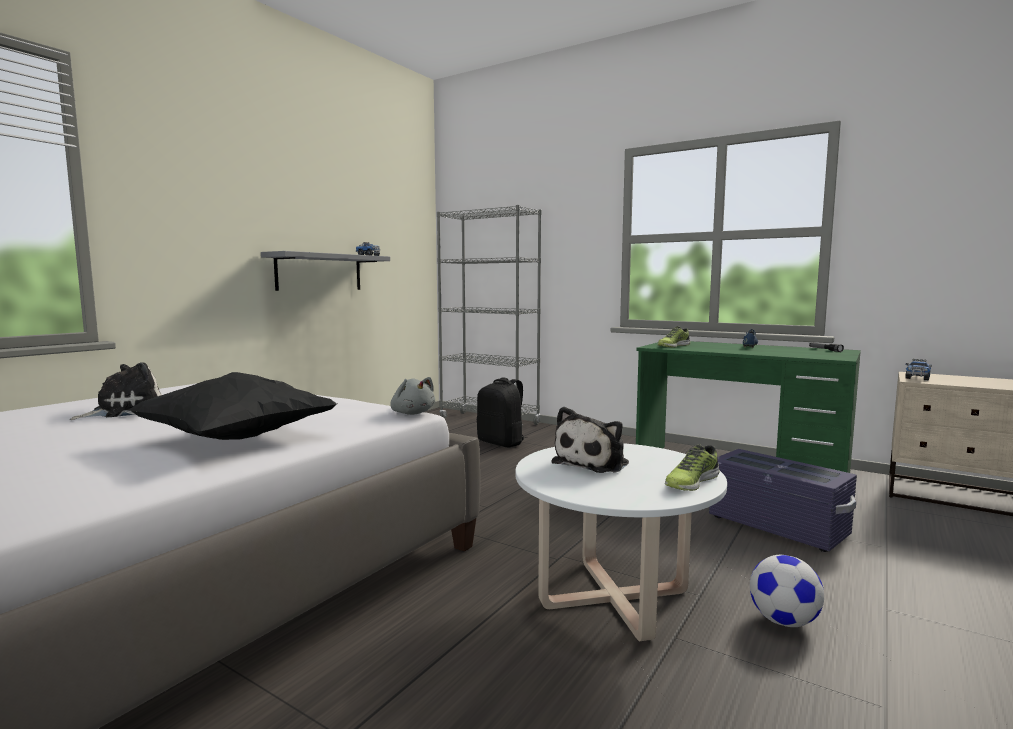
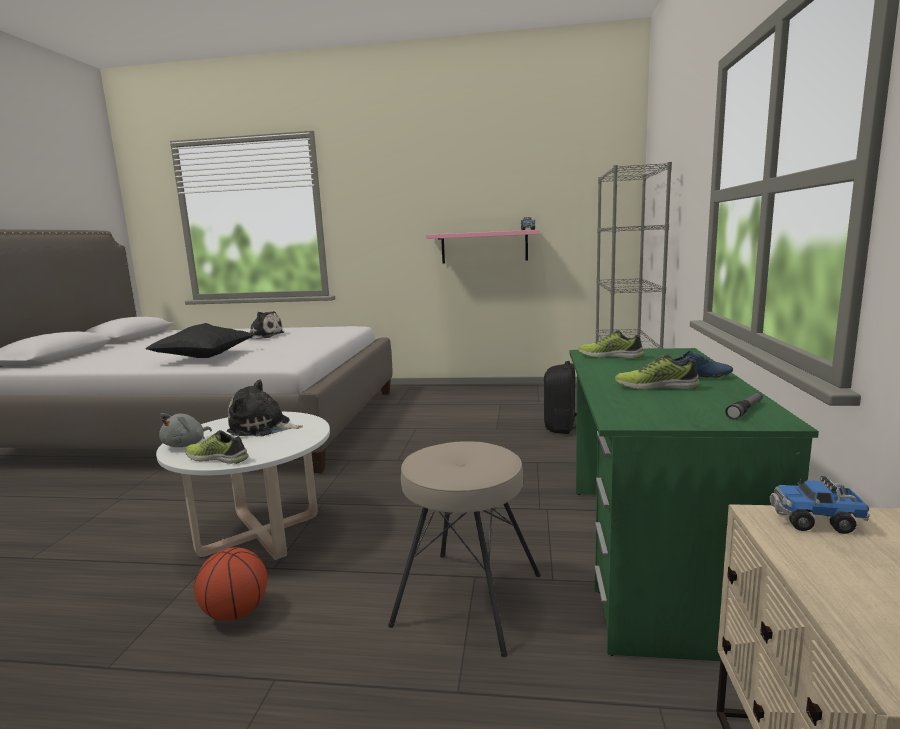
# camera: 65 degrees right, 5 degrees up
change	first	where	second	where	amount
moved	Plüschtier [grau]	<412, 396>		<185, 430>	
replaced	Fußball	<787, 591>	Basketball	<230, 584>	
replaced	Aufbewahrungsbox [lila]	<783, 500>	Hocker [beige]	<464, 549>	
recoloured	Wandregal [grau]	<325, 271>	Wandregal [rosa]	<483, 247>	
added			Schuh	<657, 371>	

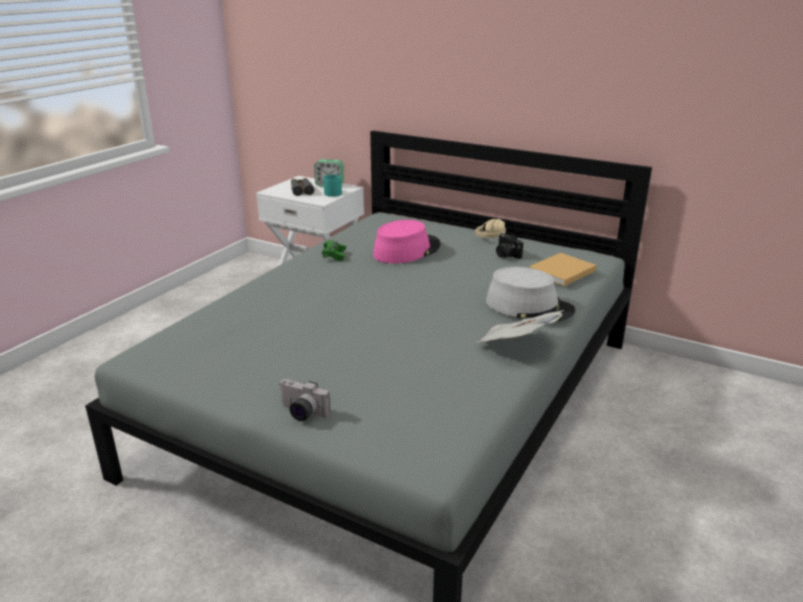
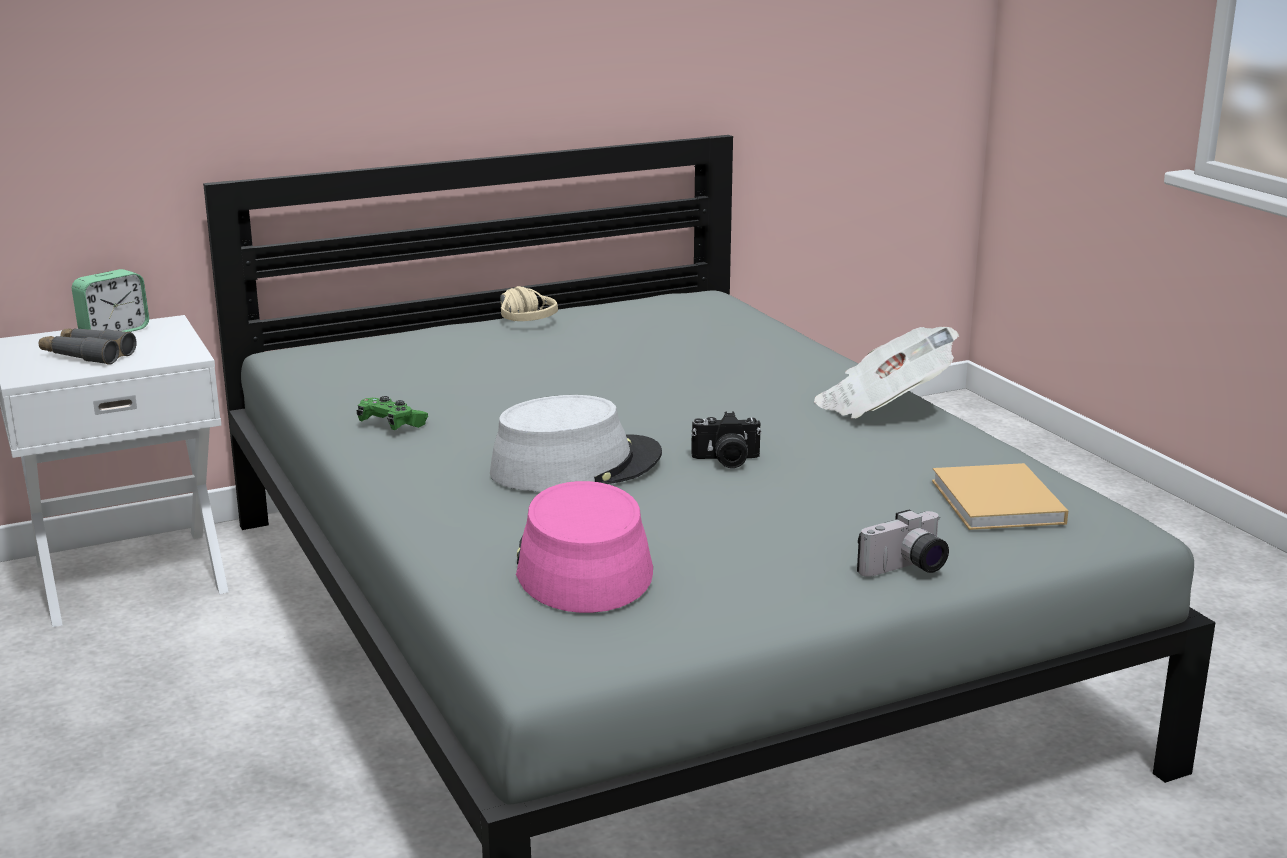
# camera: 55 degrees left, 5 degrees down
change	first	where	second	where	amount
moved	Hut [grau]	<530, 294>		<576, 443>	
moved	Hut [rosa]	<406, 241>		<584, 547>	
moved	Kamera	<509, 246>		<726, 439>	
moved	Buch [beige]	<563, 269>		<1000, 496>	
removed	Henkelbecher [türkis]	<332, 186>			

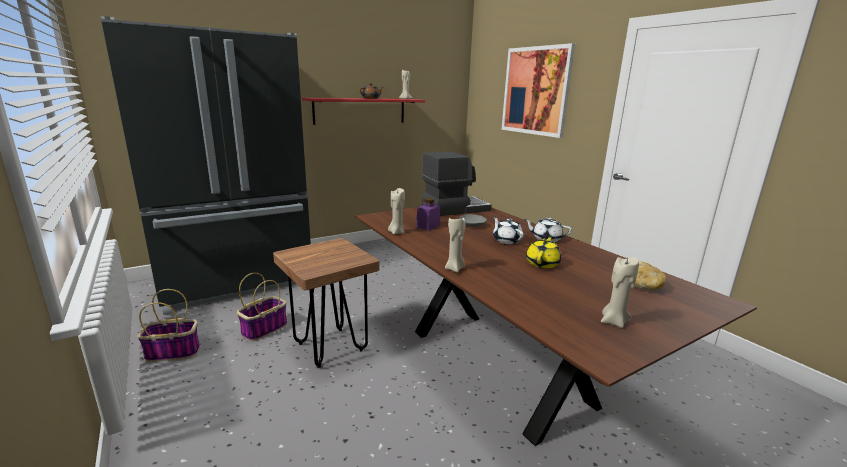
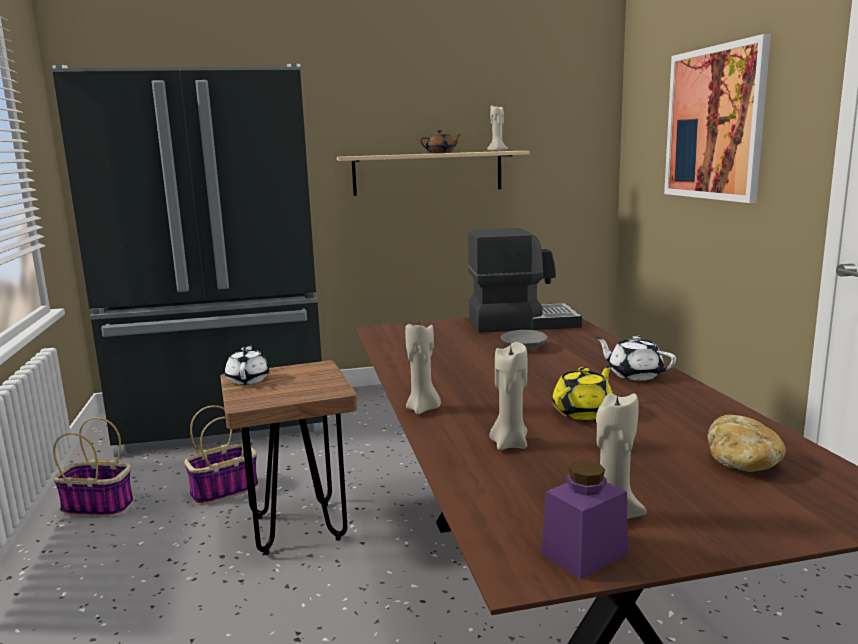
# camera: 20 degrees right, 5 degrees down
change	first	where	second	where	amount
moved	Teekanne [weiß]	<508, 230>		<247, 365>	
recoloured	Wandregal [rot]	<363, 111>	Wandregal [beige]	<433, 173>	
moved	Kerze [beige]	<396, 211>		<508, 396>	
moved	Vorratsglas [lila]	<428, 214>		<584, 519>	

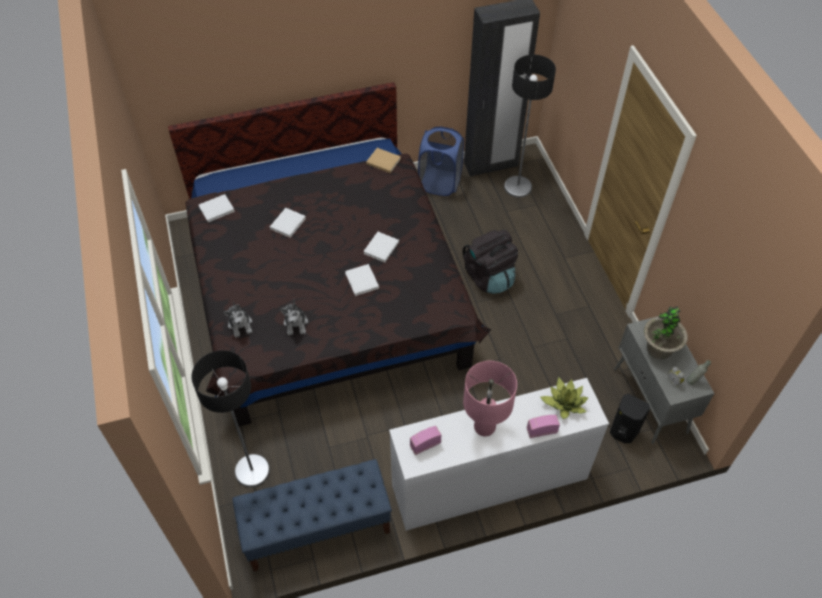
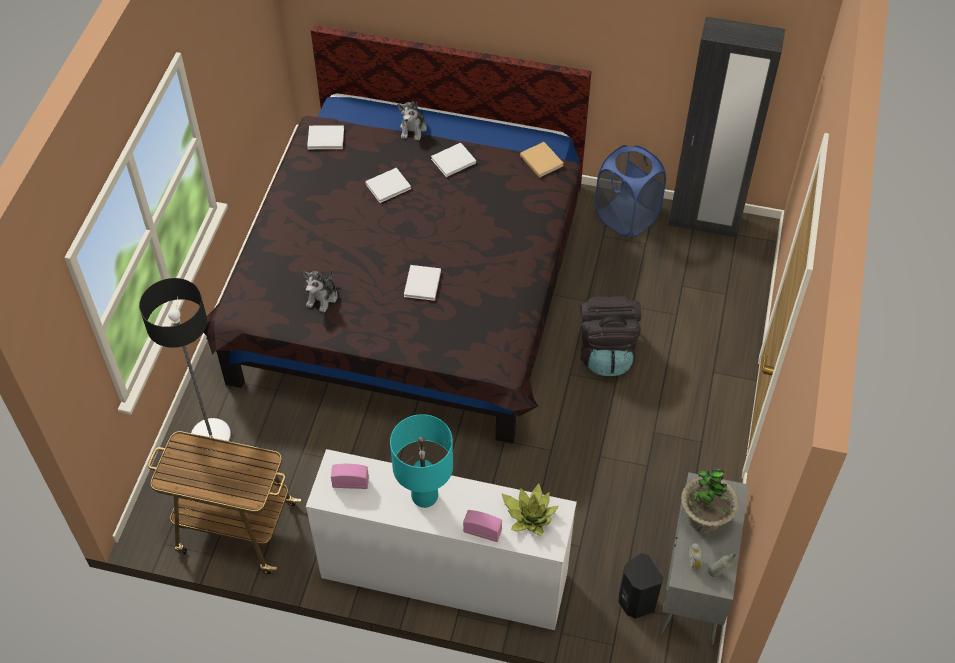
# camera: 30 degrees right, 0 degrees up
change	first	where	second	where	amount
replaced	Bank [blau]	<312, 515>	Rollwagen	<225, 502>	
recoloured	Tischlampe [rosa]	<490, 398>	Tischlampe [türkis]	<421, 461>	
moved	Plüschtier	<237, 319>		<412, 120>	
moved	Buch [weiß]	<381, 247>		<453, 160>	
removed	Stehlampe	<530, 126>			

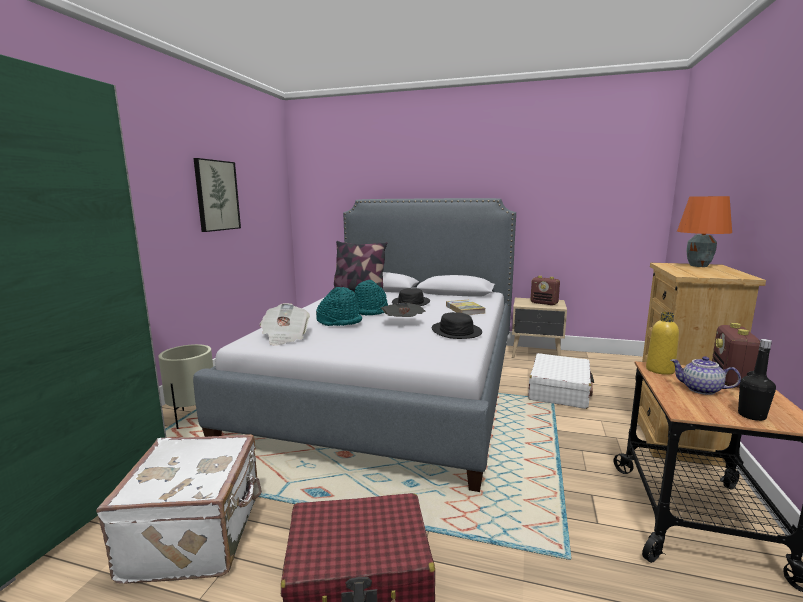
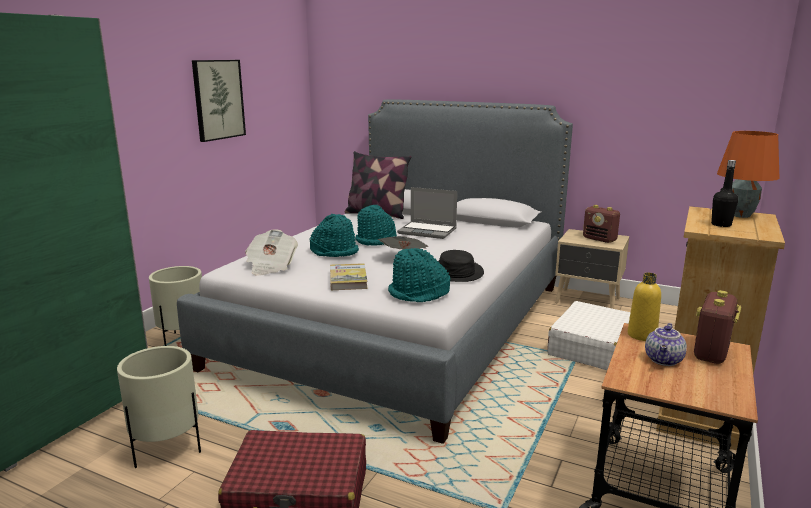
# camera: 10 degrees right, 5 degrees up
change	first	where	second	where	amount
replaced	Koffer [weiß]	<179, 509>	Pflanzkübel [beige]	<159, 407>	
moved	Buch	<465, 307>		<349, 276>	
added			Hut [türkis]	<419, 275>	
replaced	Hut [schwarz]	<411, 297>	Laptop	<427, 213>	
turned	Teekanne	<705, 375>		<666, 344>	105 degrees counterclockwise
moved	Flasche [schwarz]	<757, 380>		<724, 193>	

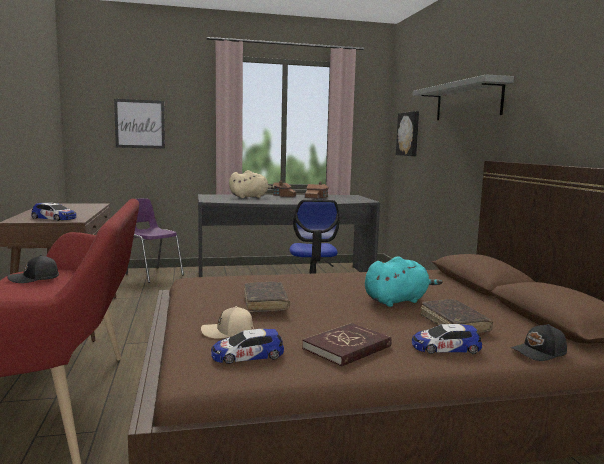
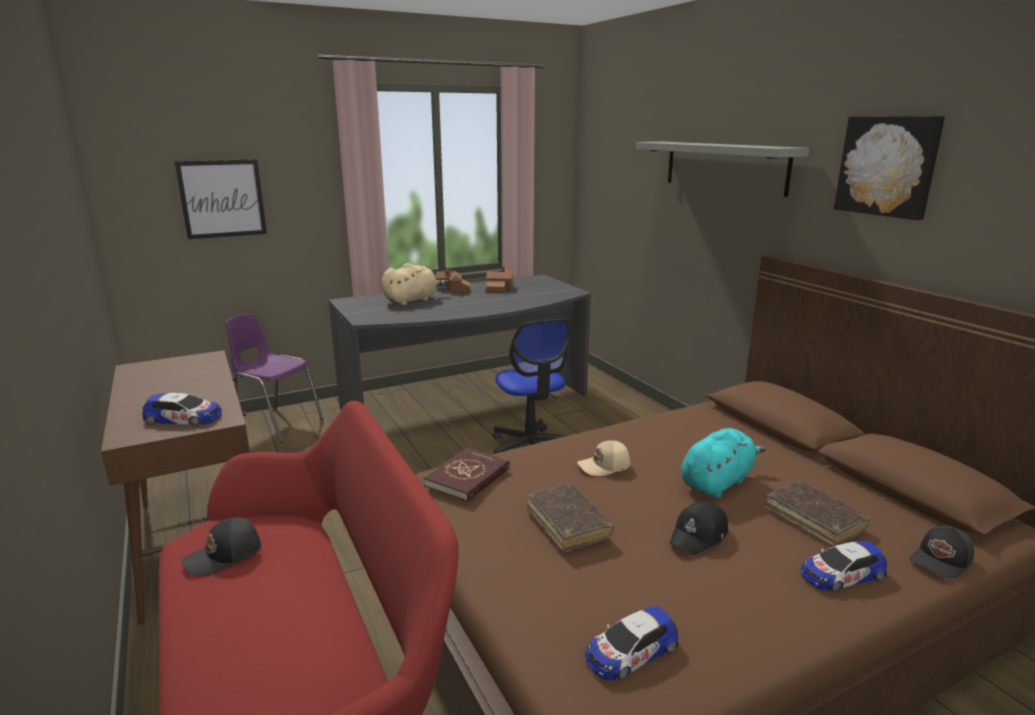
# camera: 15 degrees left, 10 degrees up
change	first	where	second	where	amount
moved	Buch [rot]	<347, 345>		<466, 475>	
moved	Kappe [beige]	<227, 322>		<603, 458>	
added			Kappe [schwarz]	<698, 528>	
moved	Bild	<407, 133>		<889, 168>	

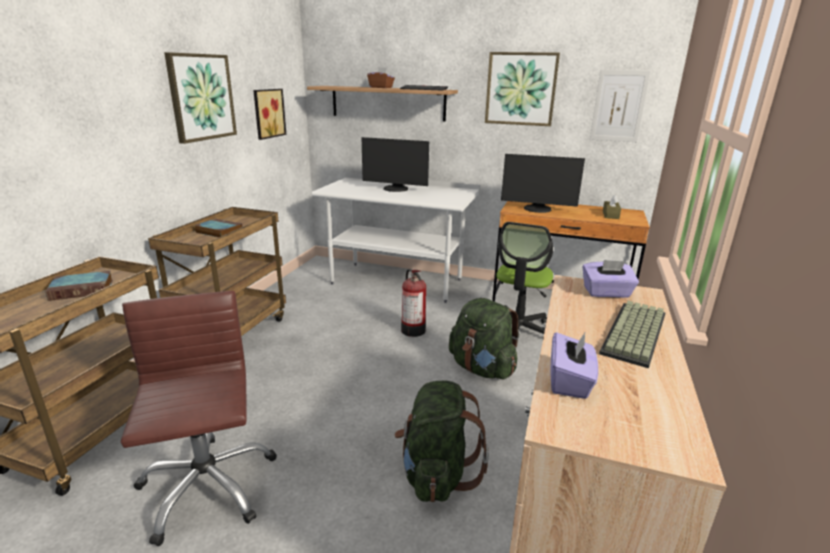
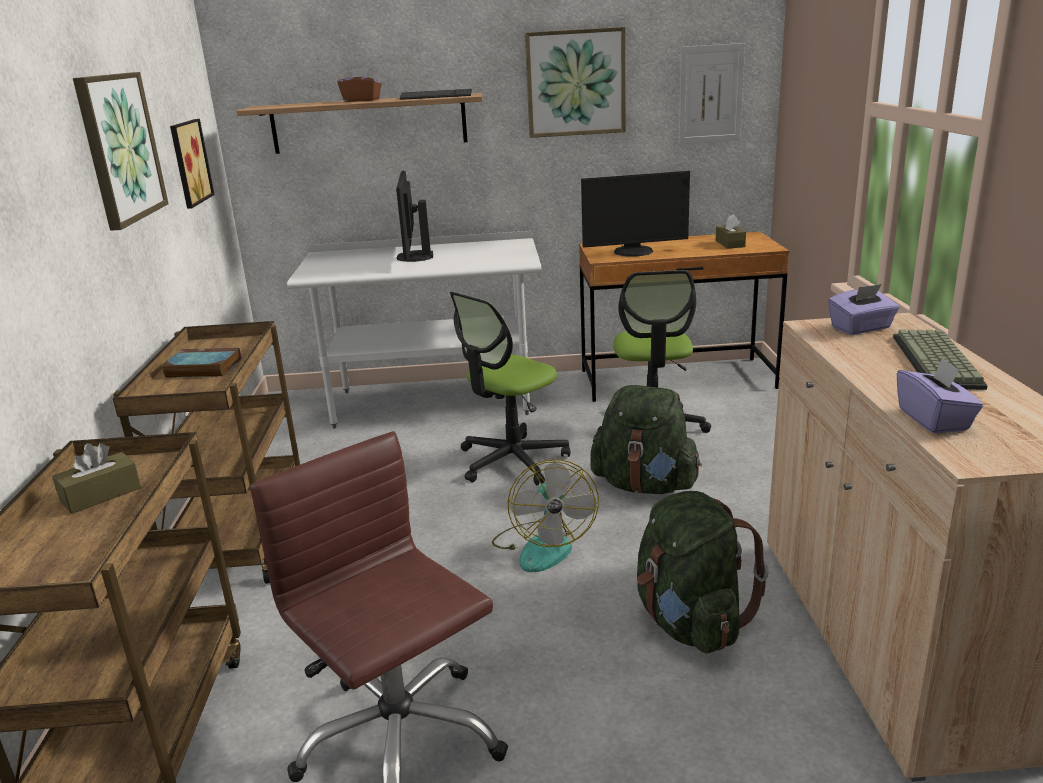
# camera: 20 degrees left, 0 degrees up
change	first	where	second	where	amount
replaced	Buch	<79, 286>	Taschentuchbox [braun]	<96, 478>	
turned	Monitor	<395, 164>		<414, 216>	90 degrees clockwise
replaced	Feuerlöscher	<413, 303>	Bürostuhl	<510, 388>	
added			Ventilator	<545, 515>	

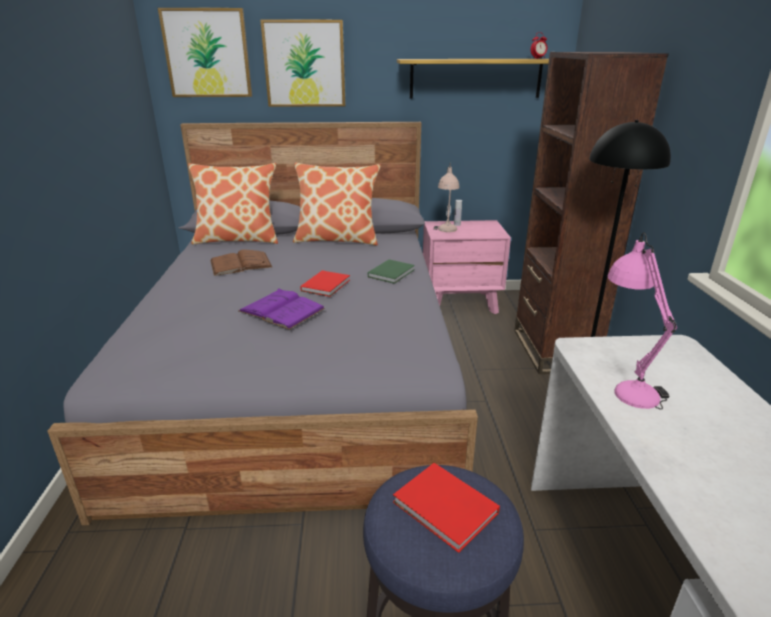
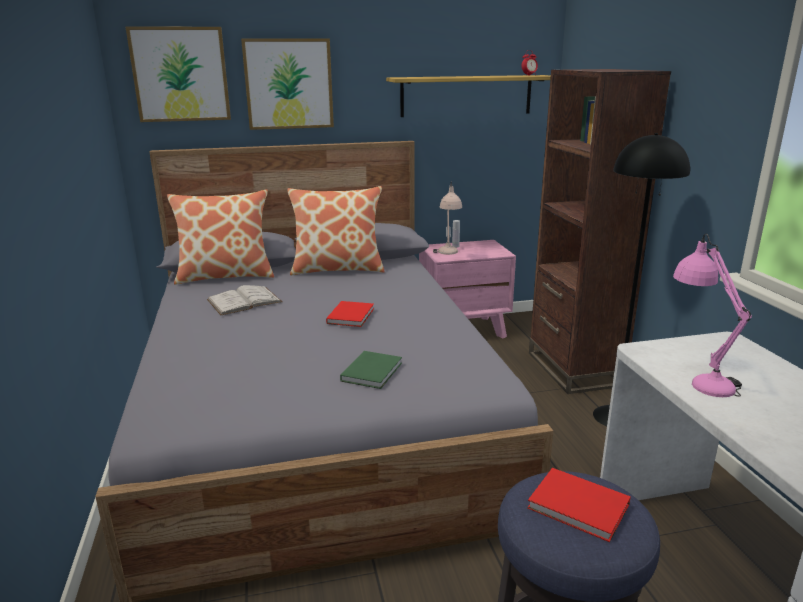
# camera: 10 degrees left, 5 degrees down
change	first	where	second	where	amount
recoloured	Buch [braun]	<241, 263>	Buch [weiß]	<244, 300>	
moved	Buch [grün]	<391, 271>		<371, 370>	
removed	Buch [lila]	<281, 309>			

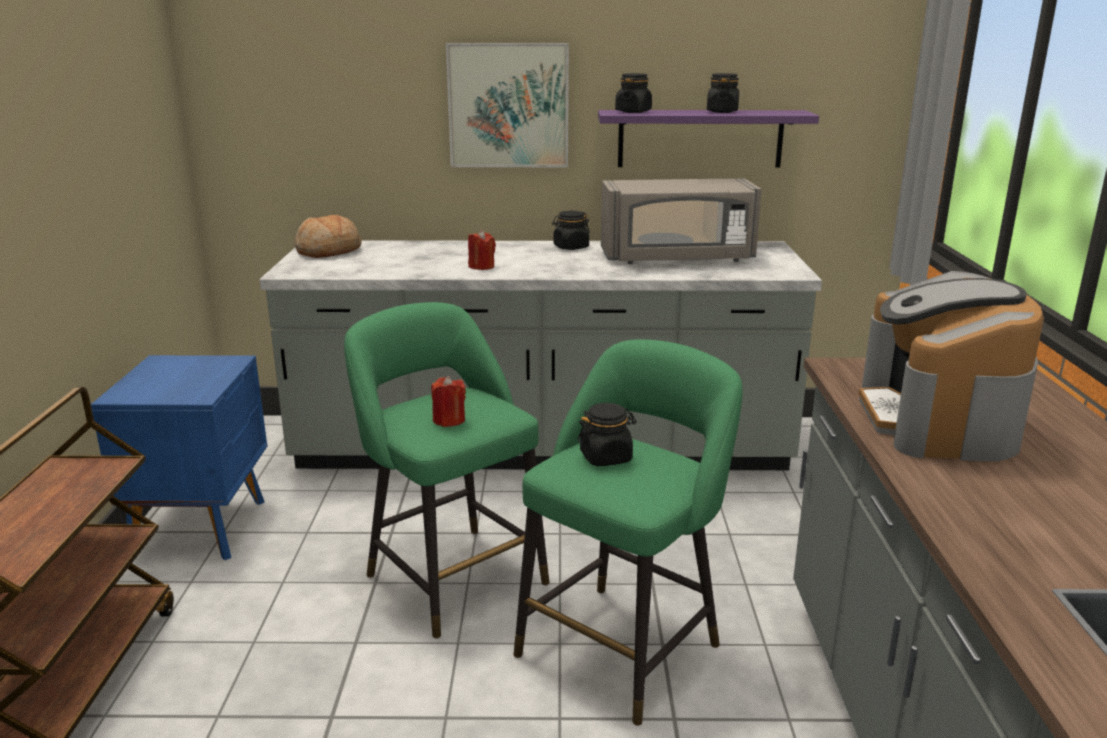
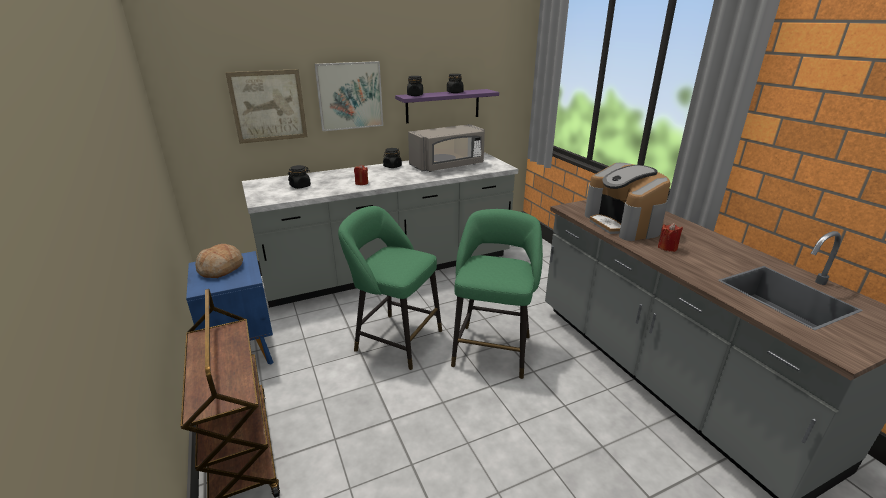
# camera: 25 degrees left, 5 degrees up
change	first	where	second	where	amount
moved	Brot	<328, 236>		<219, 261>	
added			Bild	<266, 106>	
moved	Vorratsglas [schwarz]	<607, 434>		<299, 177>	
moved	Kerze [rot]	<448, 401>		<670, 237>	

